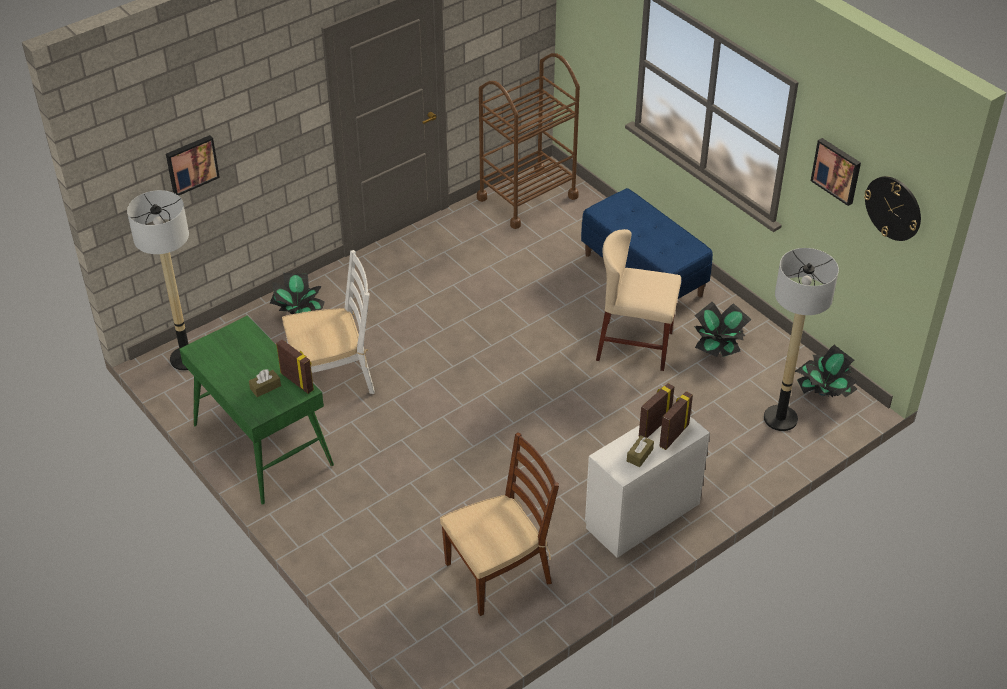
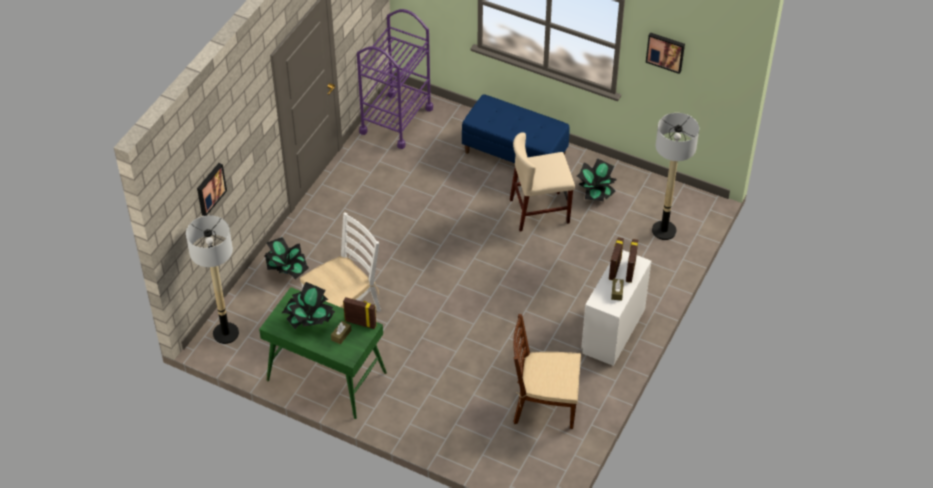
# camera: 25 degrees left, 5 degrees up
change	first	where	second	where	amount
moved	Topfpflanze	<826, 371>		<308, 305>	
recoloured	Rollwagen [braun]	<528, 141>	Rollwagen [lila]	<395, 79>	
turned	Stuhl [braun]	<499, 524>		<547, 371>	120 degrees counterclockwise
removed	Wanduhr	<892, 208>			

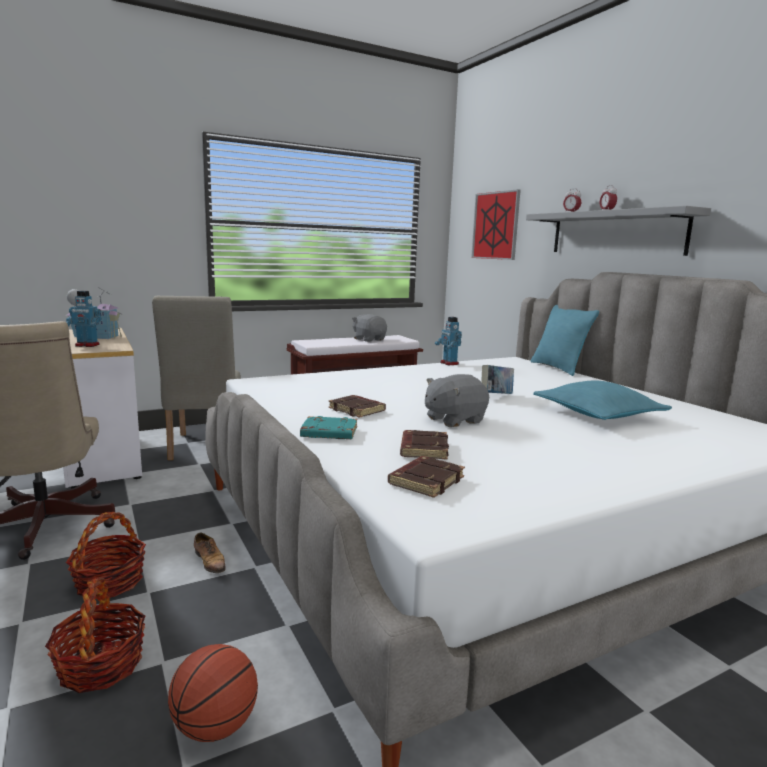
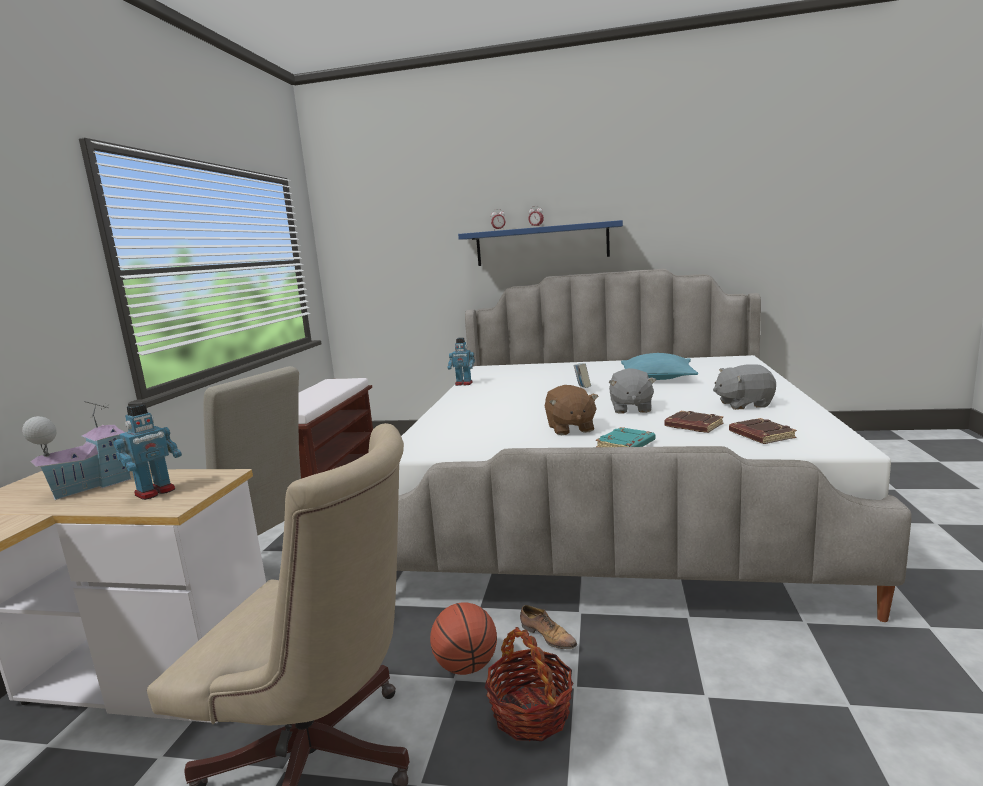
# camera: 50 degrees left, 0 degrees up
change	first	where	second	where	amount
moved	Basketball	<213, 693>		<463, 638>	
recoloured	Wandregal [grau]	<618, 231>	Wandregal [blau]	<540, 243>	
turned	Schuh	<210, 553>		<549, 627>	45 degrees clockwise
replaced	Buch [braun]	<357, 406>	Plüschtier [braun]	<571, 410>	
moved	Plüschtier [grau]	<369, 328>		<744, 387>	
removed	Korb	<95, 635>			
removed	Bild	<496, 224>			
removed	Kissen [türkis]	<565, 340>			

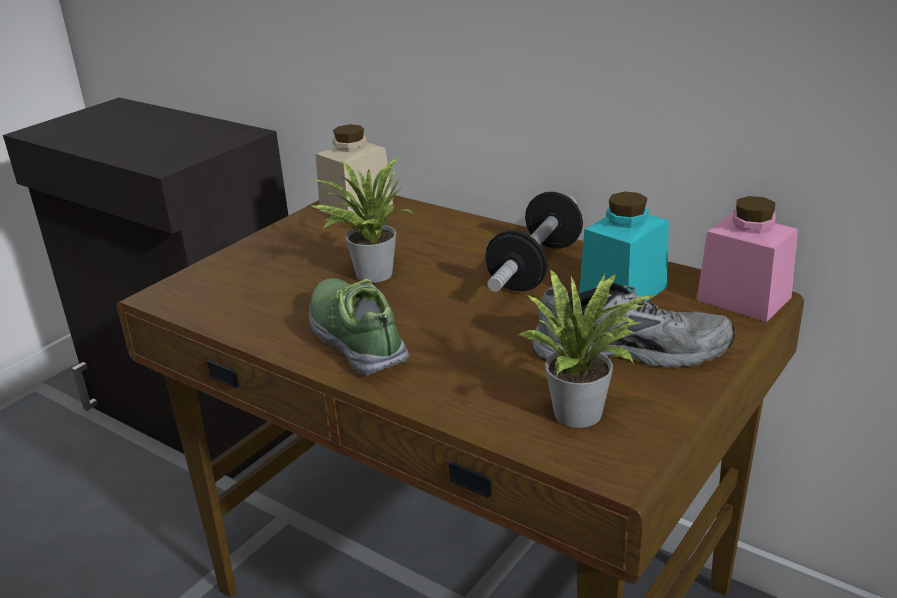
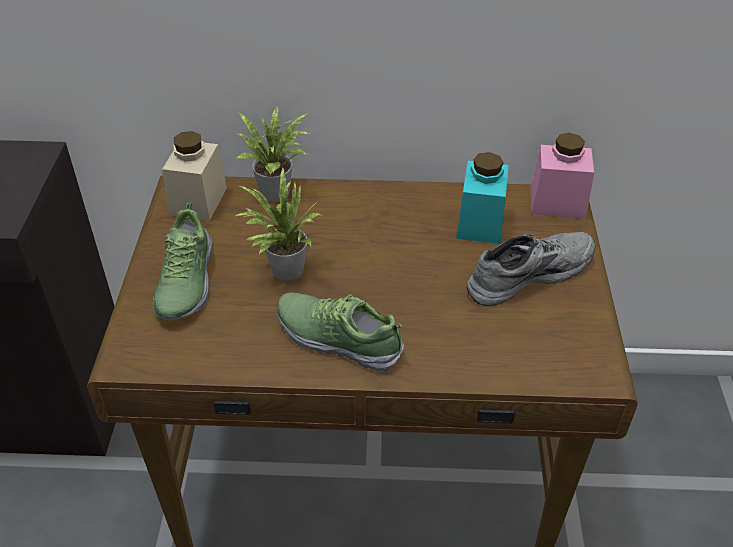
# camera: 35 degrees left, 15 degrees up
change	first	where	second	where	amount
added			Schuh	<183, 261>	
moved	Topfpflanze	<587, 348>		<273, 154>	
removed	Hantel	<534, 242>			

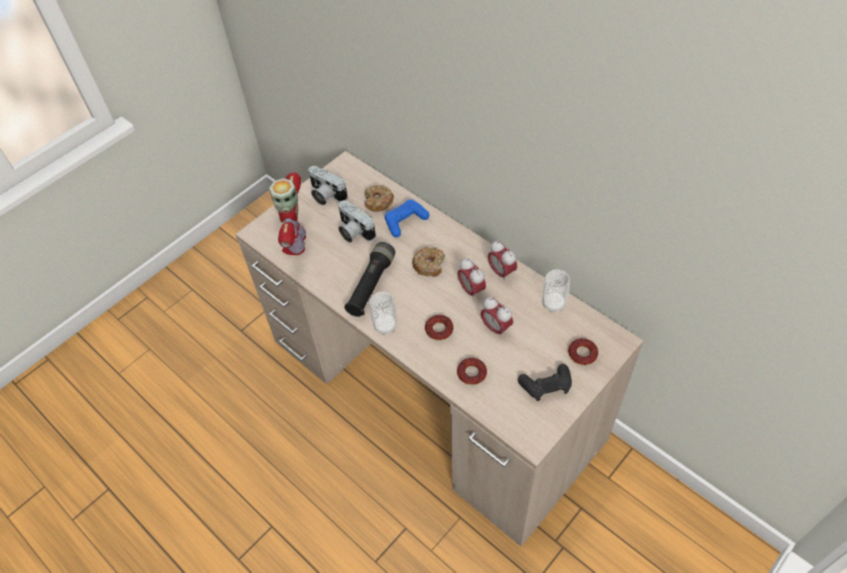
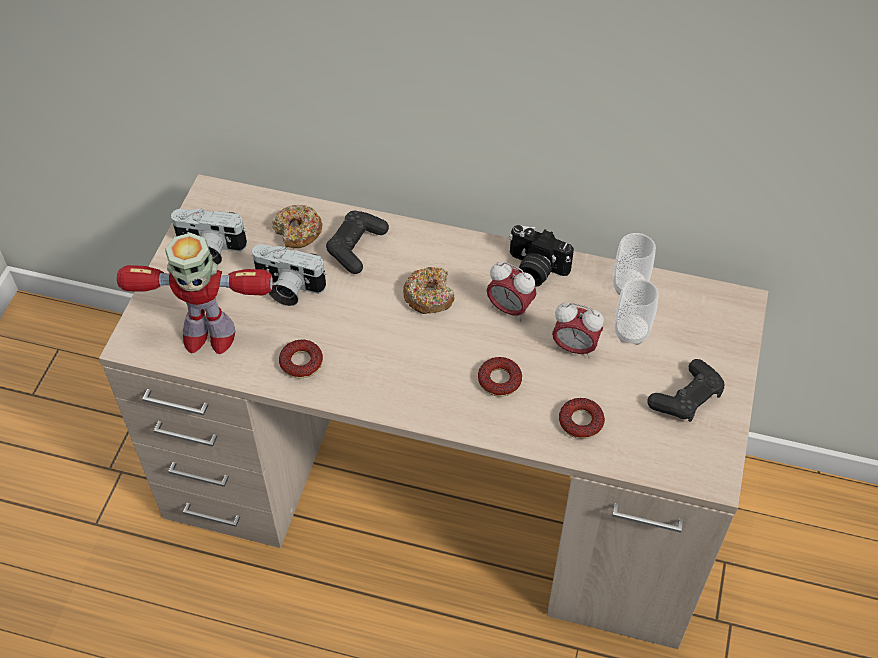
# camera: 30 degrees left, 0 degrees up
change	first	where	second	where	amount
turned	Spielzeugroboter	<287, 213>		<195, 293>	60 degrees counterclockwise
moved	Donut	<583, 351>		<301, 359>	
recoloured	Gamepad [blau]	<407, 218>	Gamepad [schwarz]	<357, 242>	
replaced	Wecker	<502, 261>	Kamera	<541, 256>	
moved	Tasse	<383, 313>		<636, 312>	
removed	Taschenlampe [schwarz]	<370, 279>			

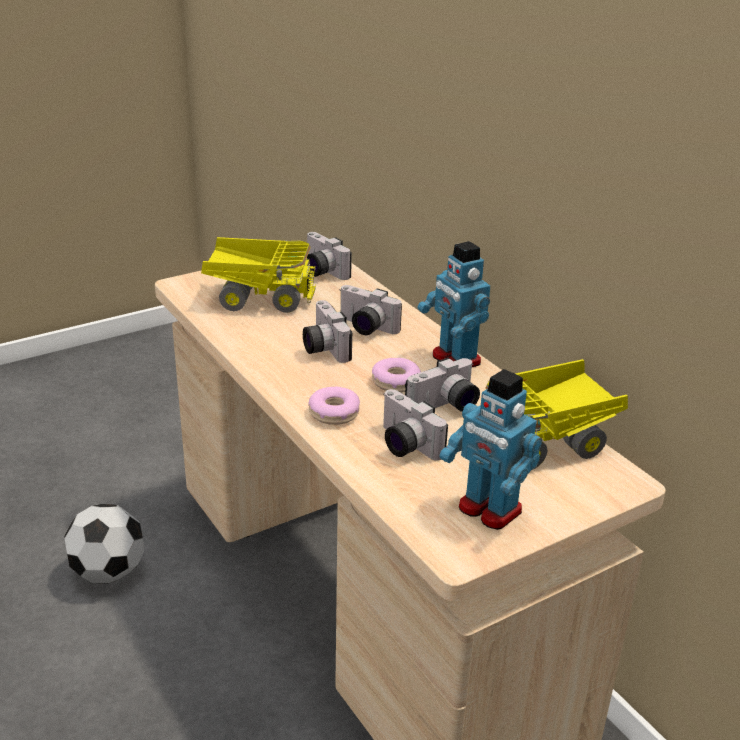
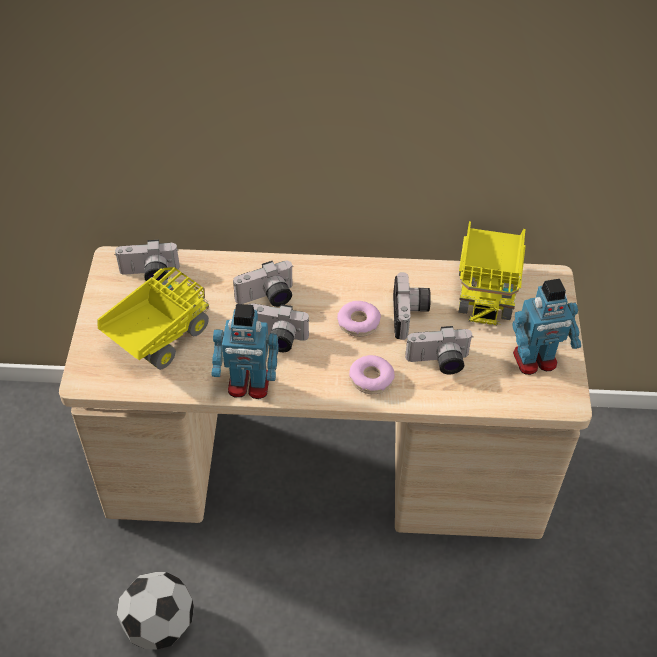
# camera: 55 degrees left, 20 degrees up
change	first	where	second	where	amount
moved	Spielzeugroboter	<453, 304>		<245, 351>	

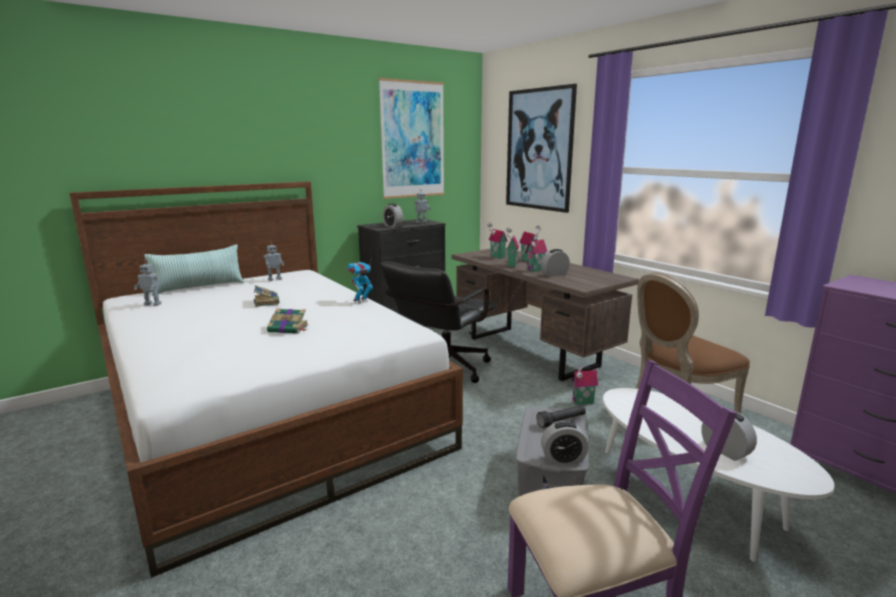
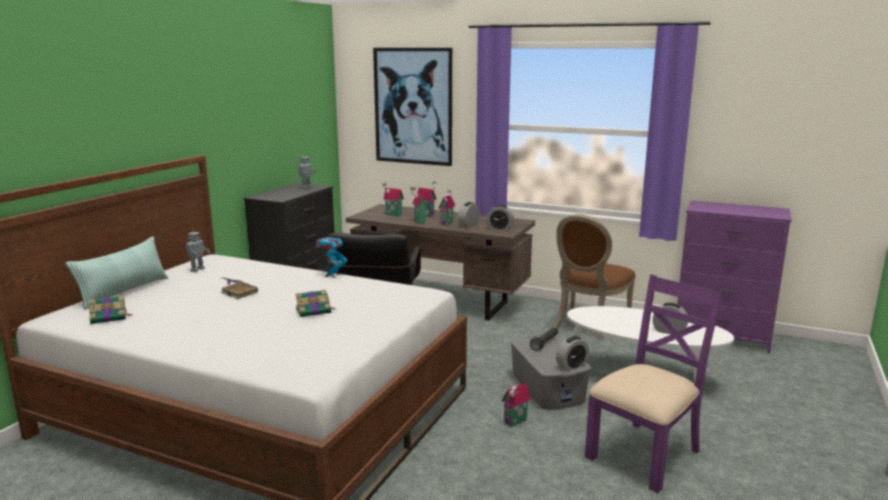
# camera: 30 degrees left, 0 degrees up
change	first	where	second	where	amount
replaced	Spielzeugroboter	<148, 283>	Buch	<111, 310>	
moved	Wecker	<393, 215>		<500, 218>	
moved	Spielzeughaus	<584, 385>		<516, 404>	
removed	Bild	<411, 138>			

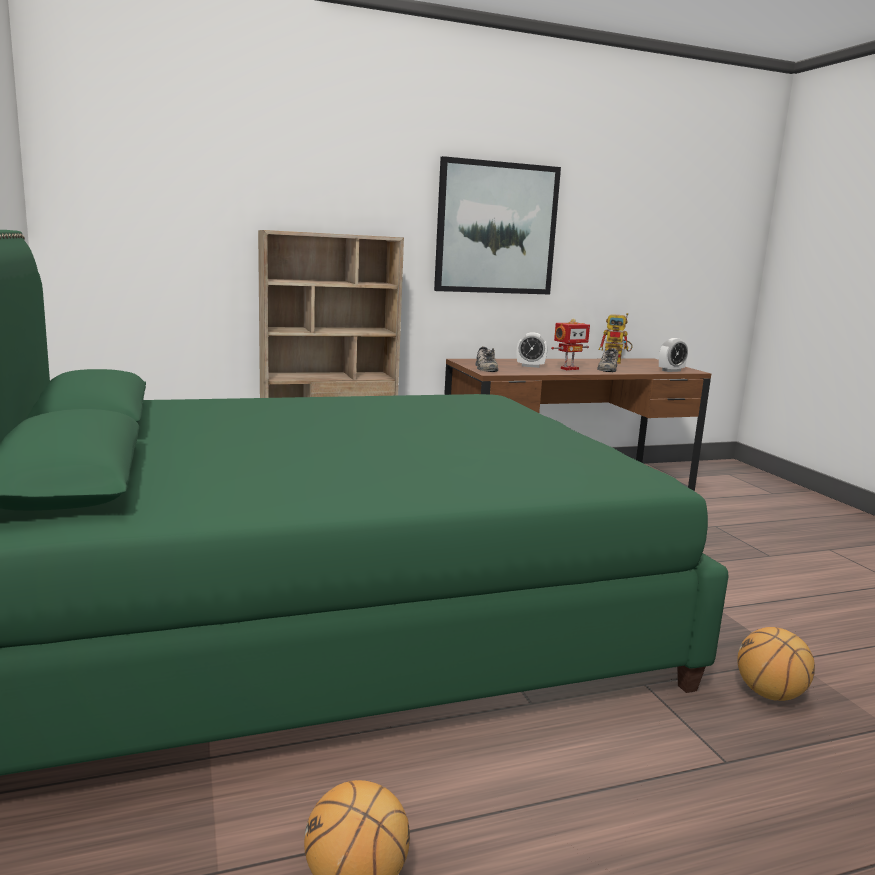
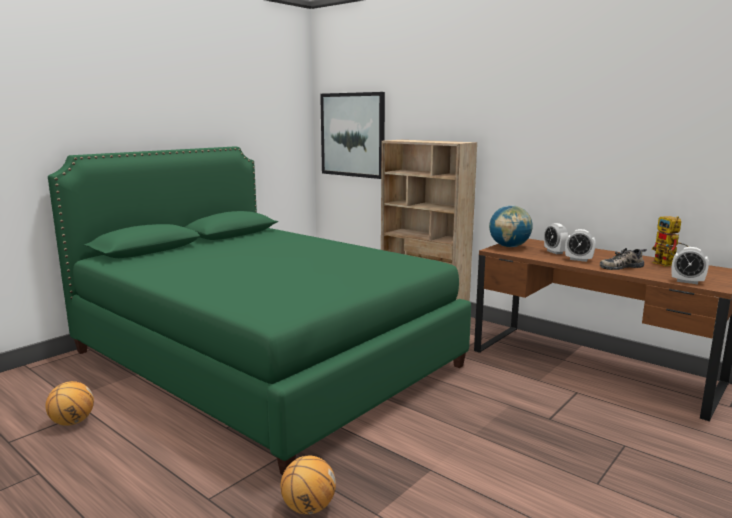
# camera: 60 degrees right, 0 degrees up
change	first	where	second	where	amount
moved	Bild	<497, 225>		<352, 135>	
replaced	Schuh	<486, 359>	Globus	<511, 226>	
replaced	Spielzeugroboter	<570, 344>	Wecker	<580, 245>	

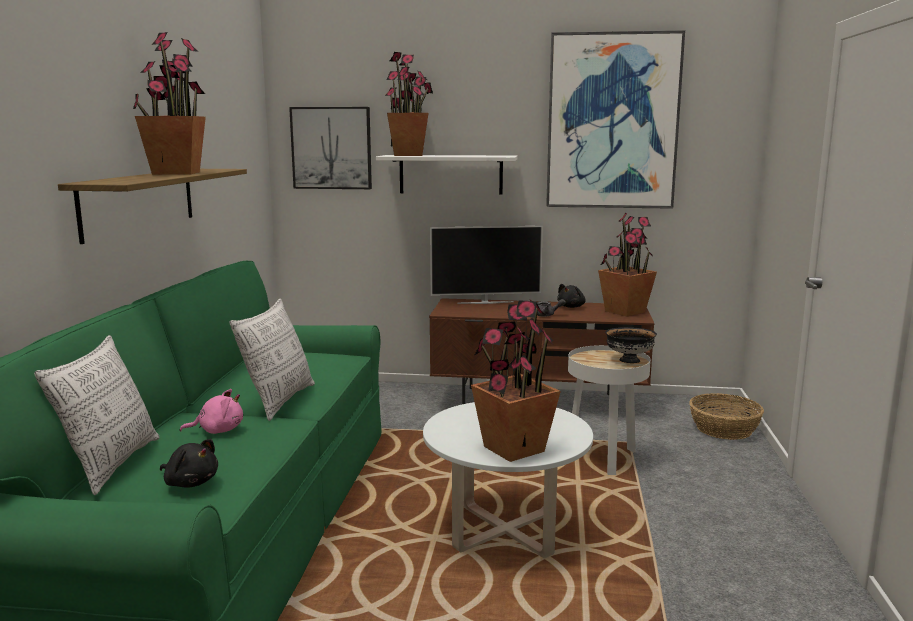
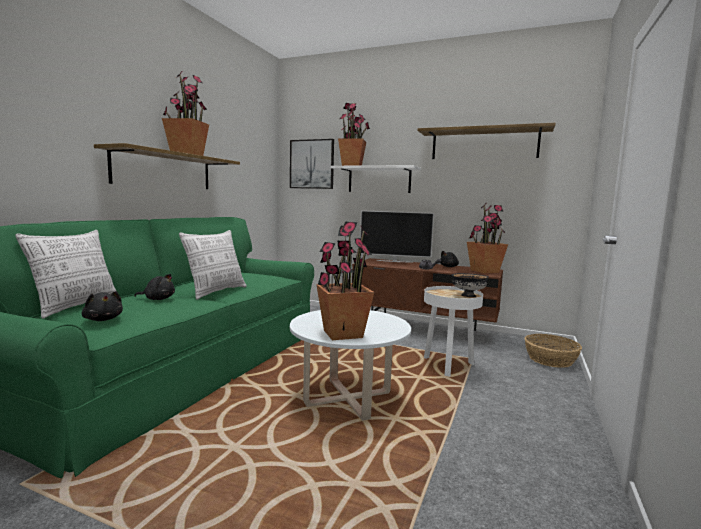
# camera: 15 degrees right, 5 degrees down
change	first	where	second	where	amount
recoloured	Plüschtier [rosa]	<211, 411>	Plüschtier [schwarz]	<154, 287>	
replaced	Bild	<615, 119>	Wandregal	<486, 141>	

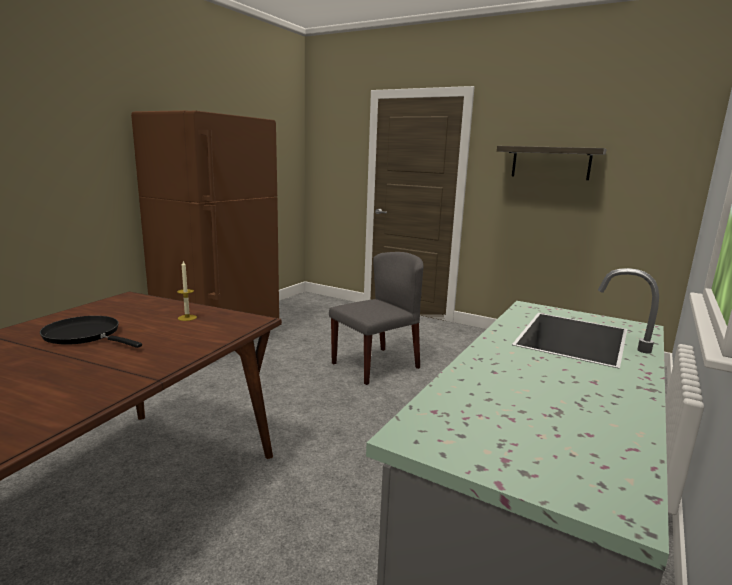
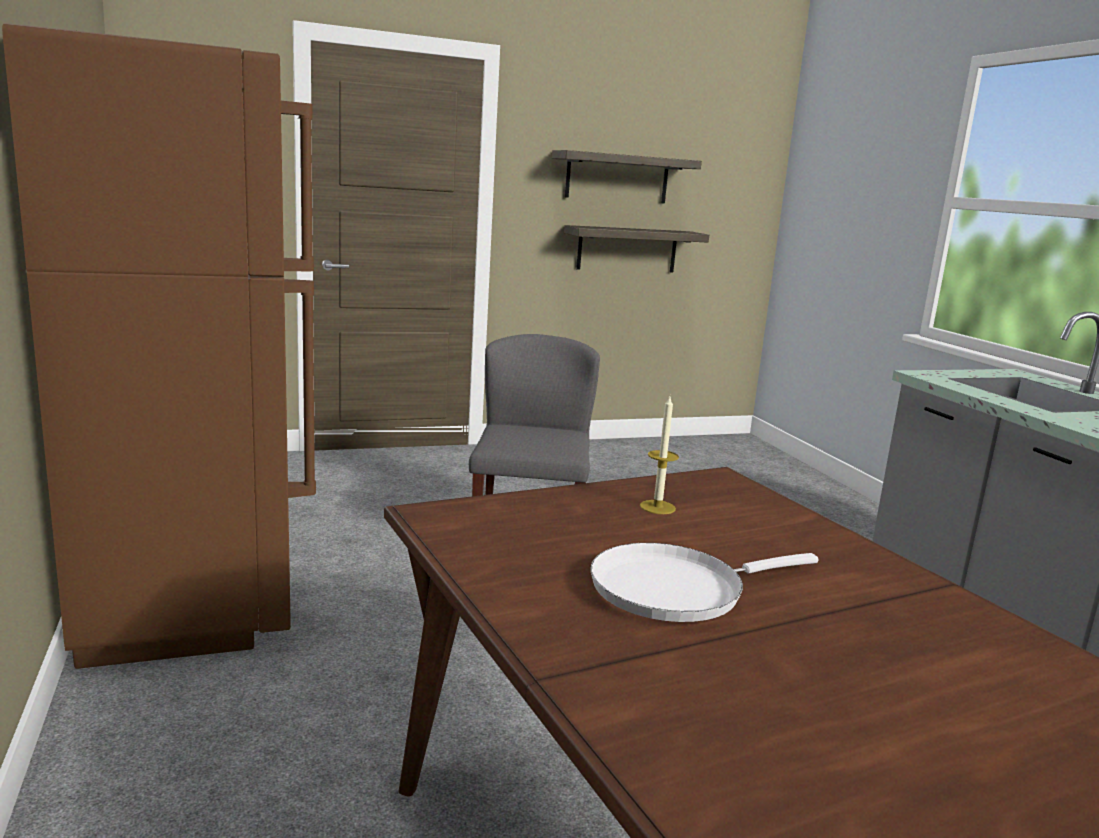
# camera: 50 degrees left, 0 degrees up
change	first	where	second	where	amount
added			Wandregal	<636, 249>	
recoloured	Pfanne [schwarz]	<91, 332>	Pfanne [weiß]	<704, 582>	

